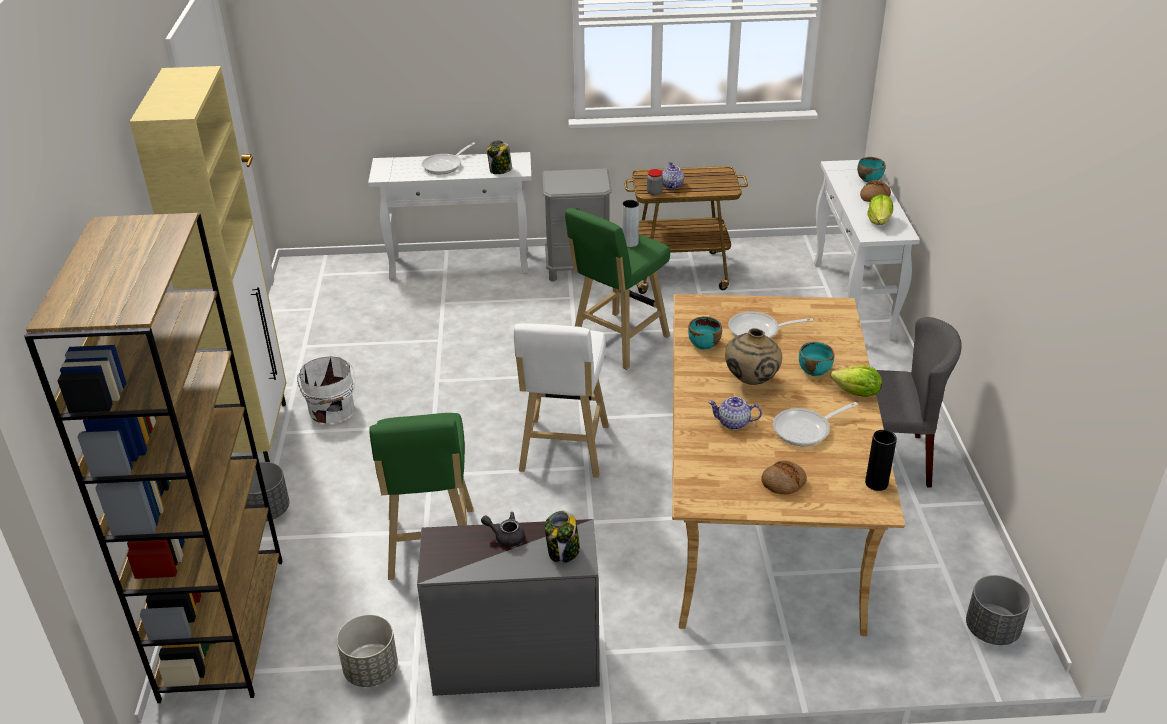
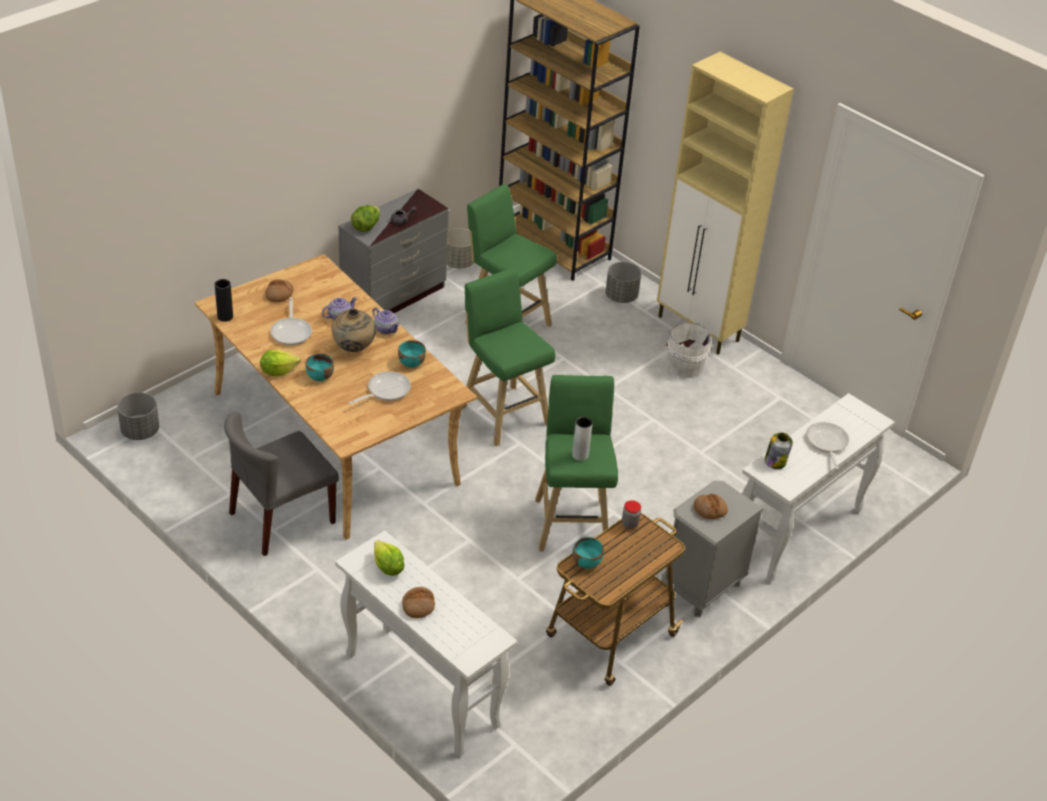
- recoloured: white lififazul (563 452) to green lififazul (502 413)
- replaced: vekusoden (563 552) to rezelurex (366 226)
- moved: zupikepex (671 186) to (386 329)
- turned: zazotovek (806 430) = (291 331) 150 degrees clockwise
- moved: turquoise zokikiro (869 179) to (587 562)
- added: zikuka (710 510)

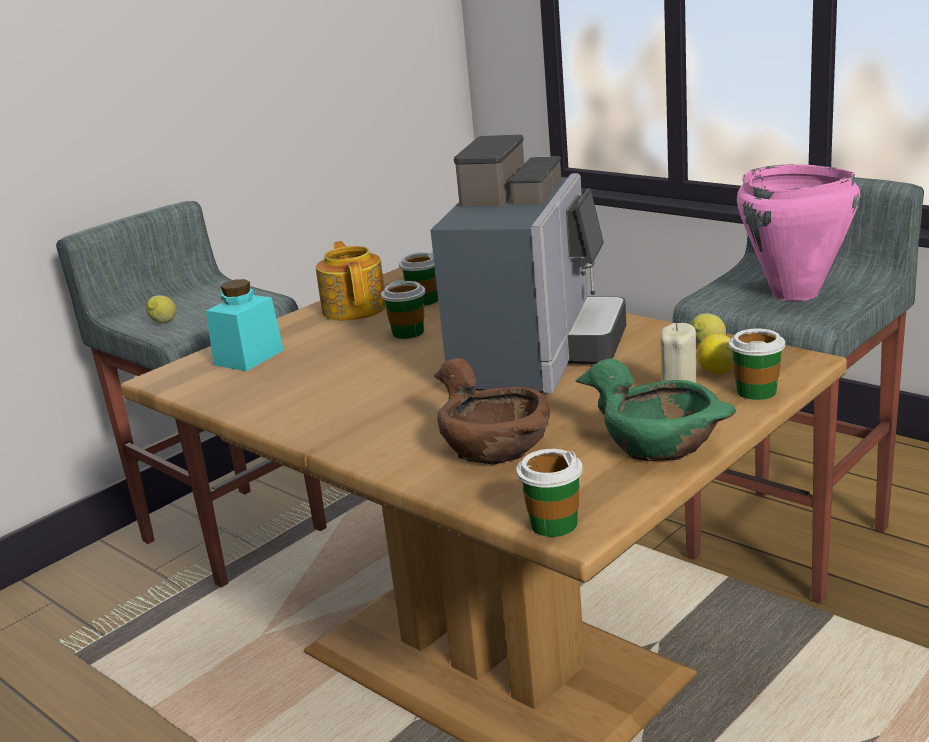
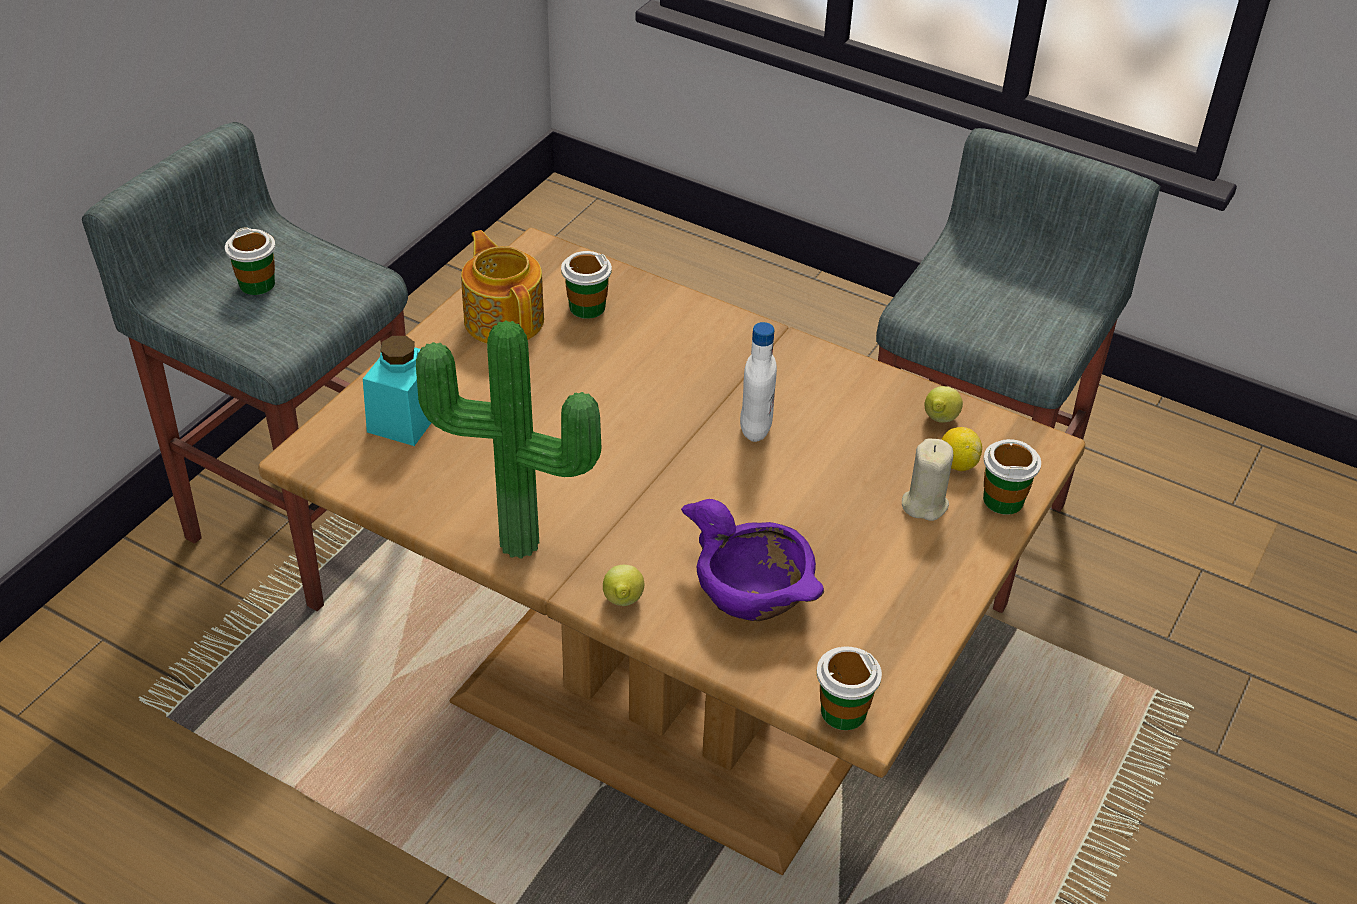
- moved: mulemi (163 323) to (623 602)
- moved: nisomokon (408 332) to (257 284)
- replaced: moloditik (536 356) to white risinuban (755 429)
- recoloured: brown zokikiro (496 447) to purple zokikiro (753 591)
- removed: green zokikiro (661 444)
- removed: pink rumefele (795 293)
- added: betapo (518 549)

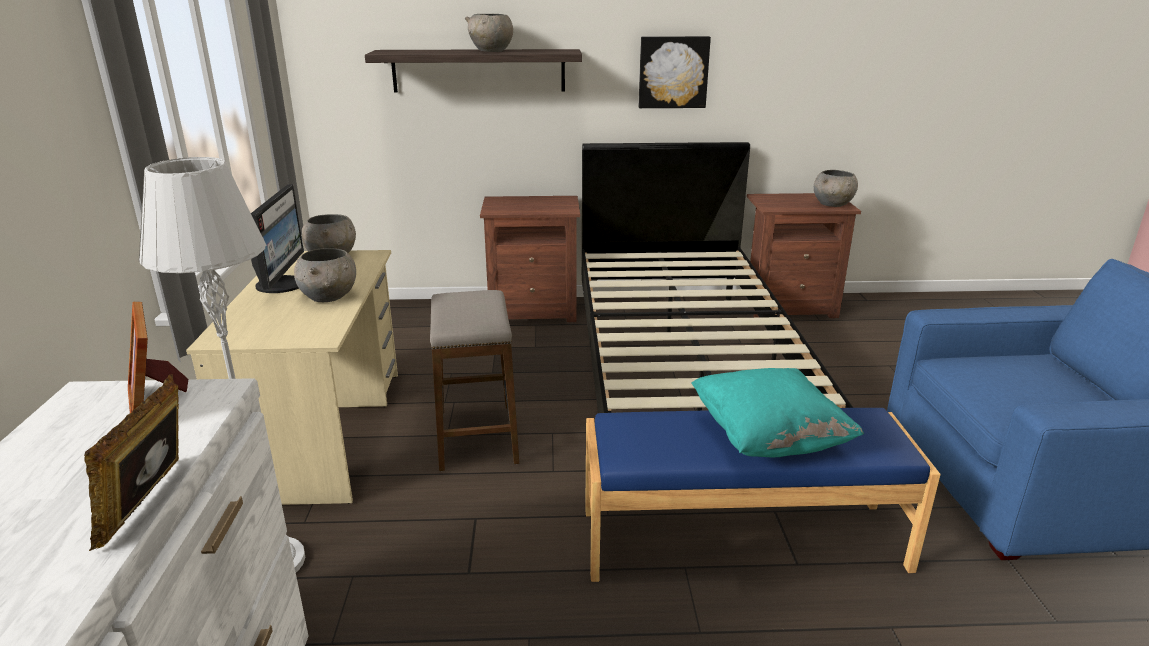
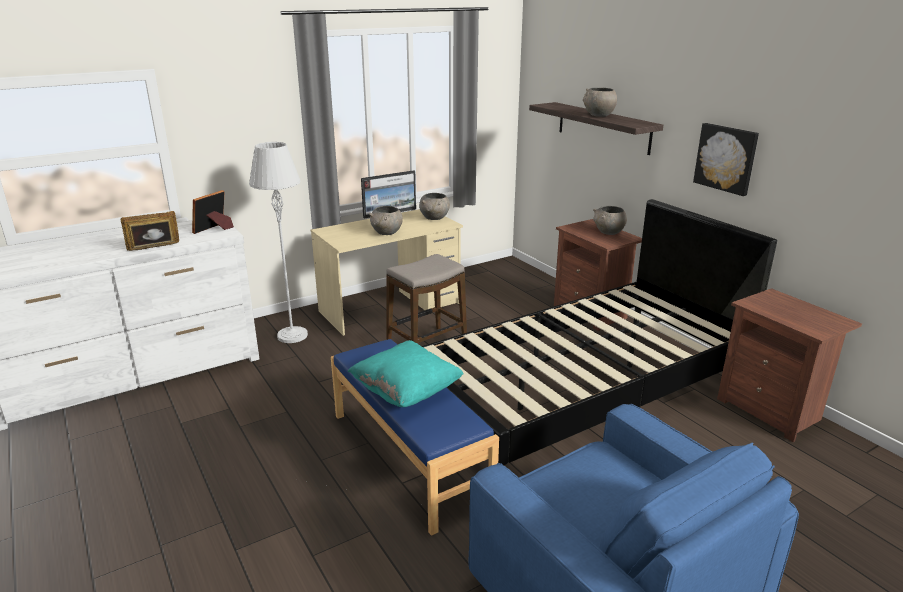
- moved: grey zokikiro (833 205) to (608 232)

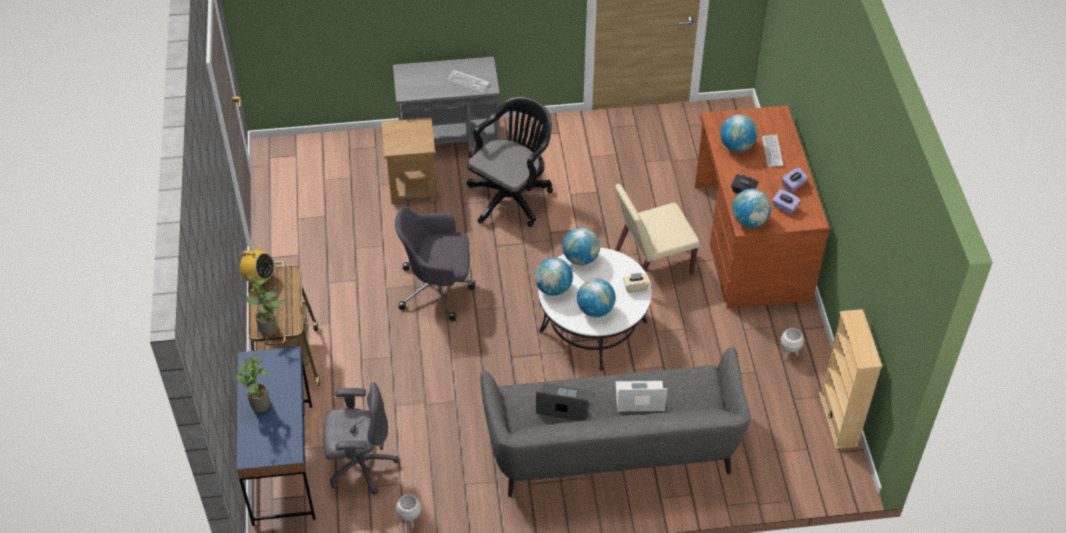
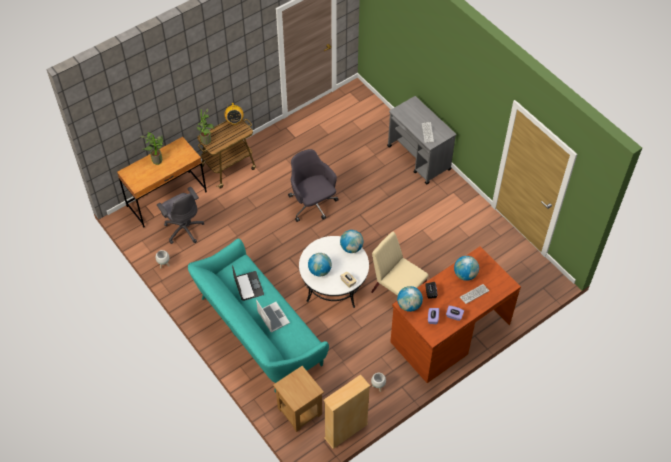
- recoloured: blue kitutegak (283 464) to brown kitutegak (167 199)
- moved: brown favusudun (411 186) to (299 411)
- removed: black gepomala (512 196)
- recoloured: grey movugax (613 449) to turquoise movugax (258 330)
- removed: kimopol (553 289)

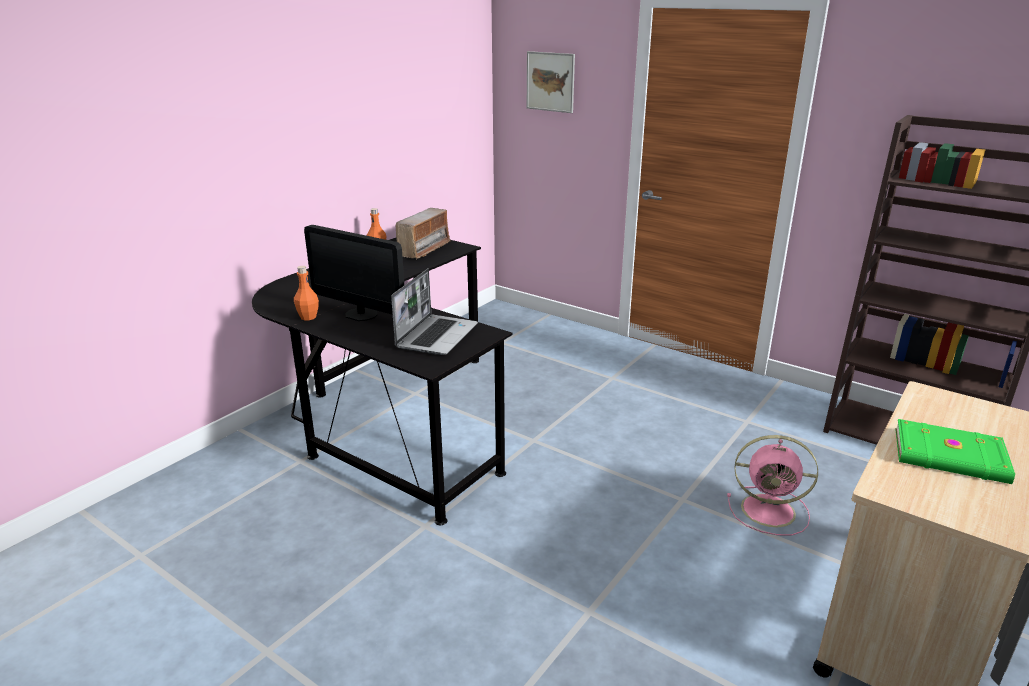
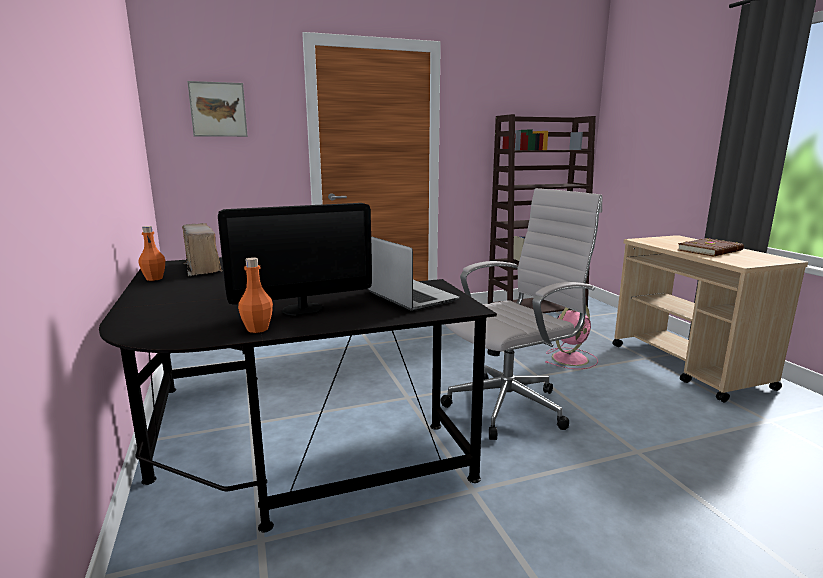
- recoloured: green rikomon (950 457) to brown rikomon (711 250)
- added: white gepomala (511 406)

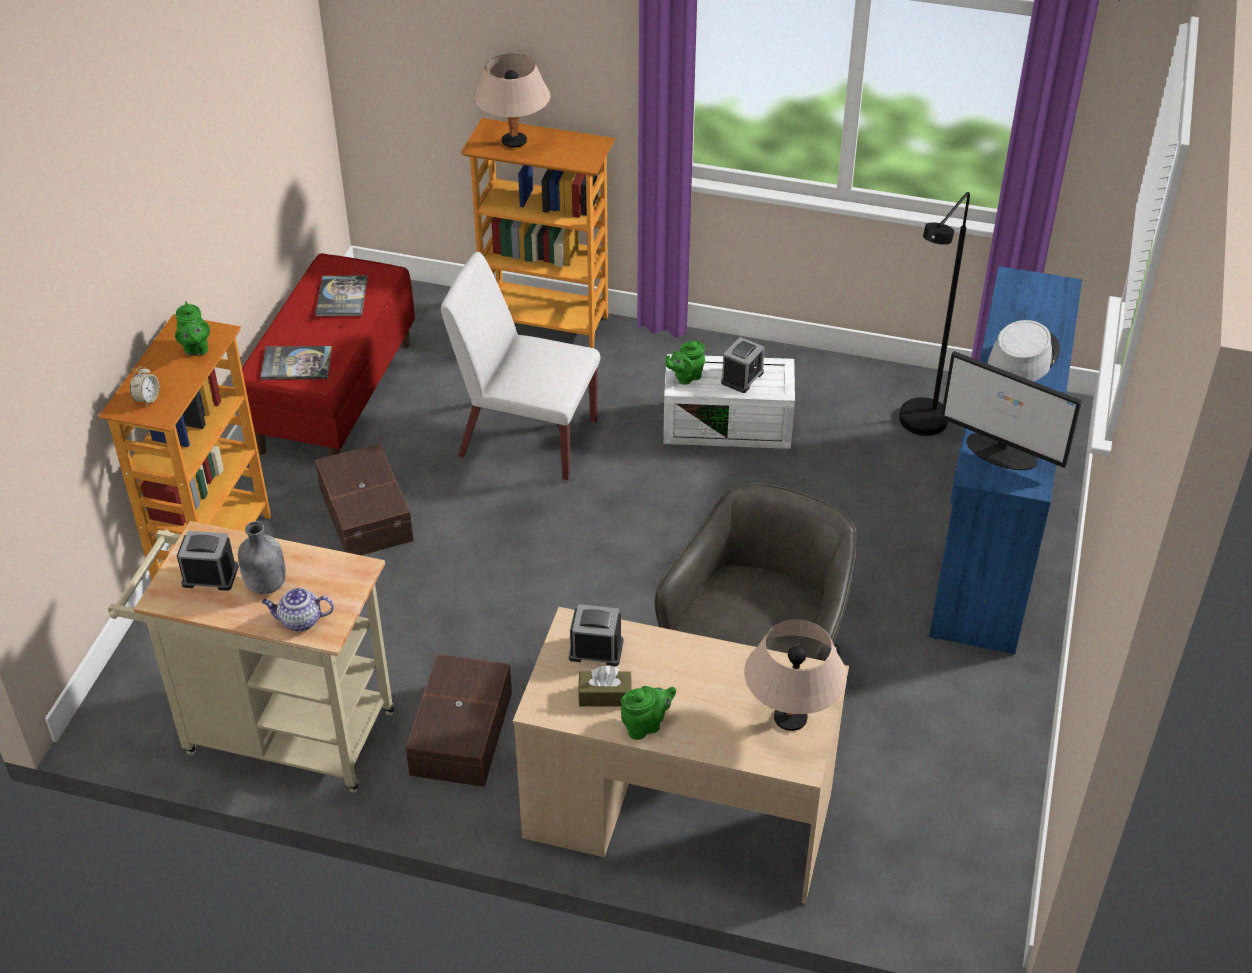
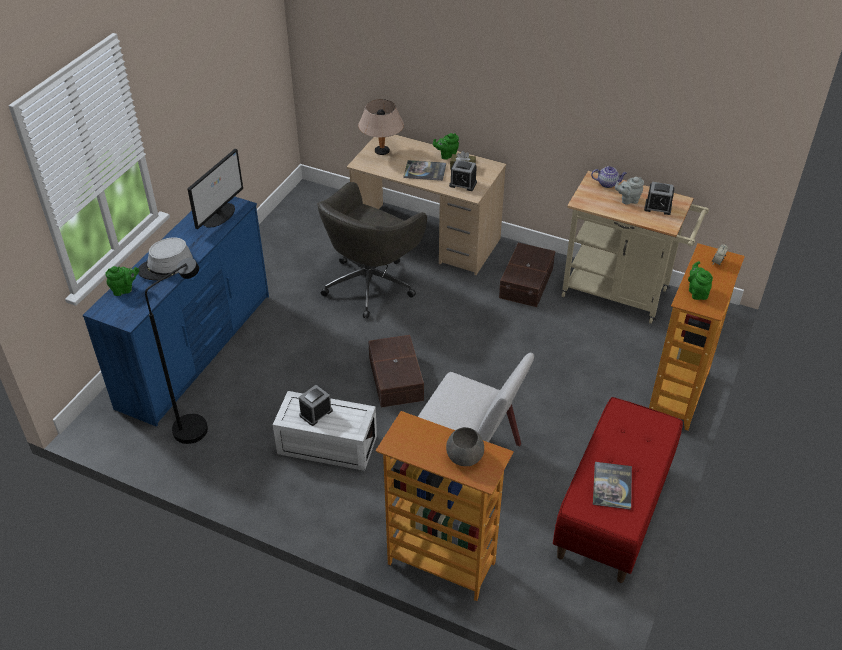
- replaced: grey risinuban (265 585) to grey zupikepex (628 200)
- moved: rikomon (296 364) to (425 171)
- moved: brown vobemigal (367 513) to (395 380)
- replaced: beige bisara (514 142) to grey zokikiro (464 457)
- moved: green zupikepex (686 377) to (124 289)
- turned: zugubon (1002 452) = (219 215) 75 degrees clockwise

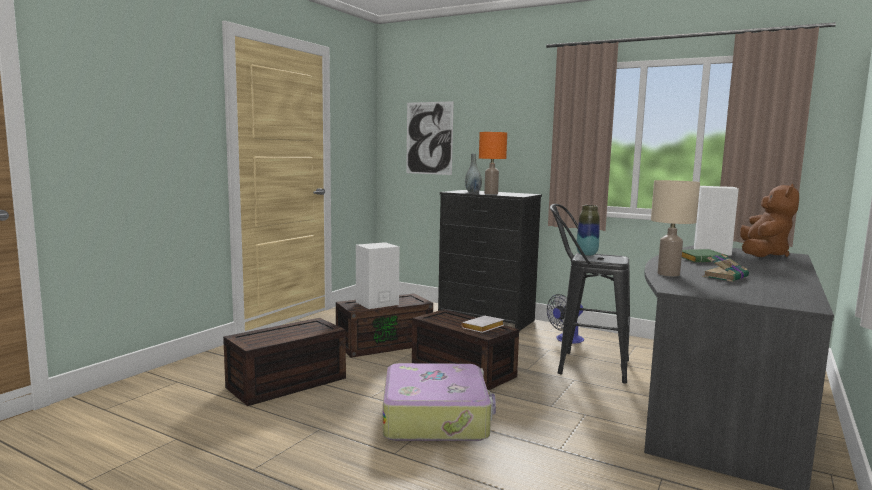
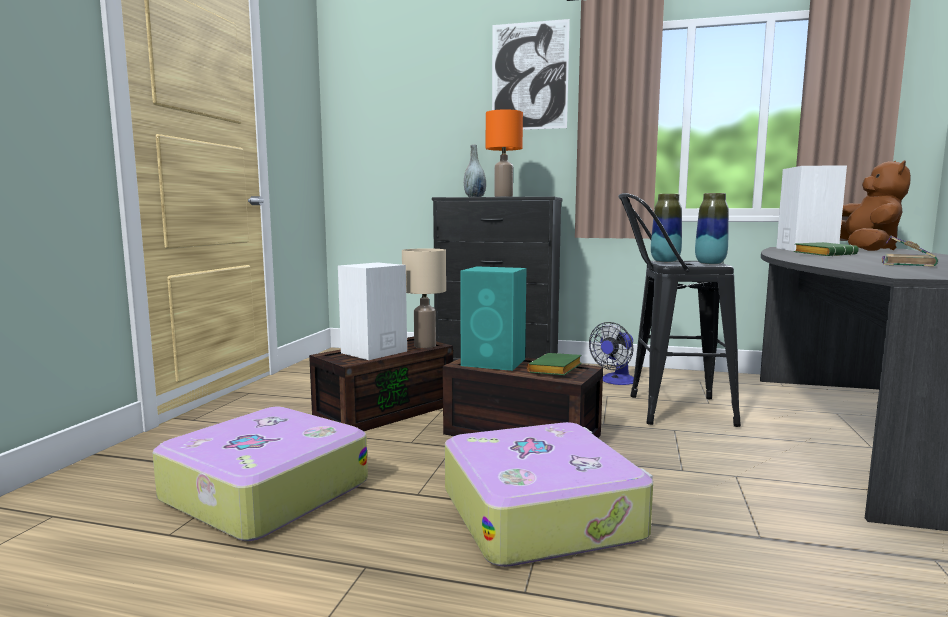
- replaced: brown vobemigal (286 384) to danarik (263 491)
- moved: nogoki (429 138) to (529 76)
- recoloured: white rikomon (483 328) to green rikomon (556 370)
- moved: beige bisara (667 274) to (424 345)
- added: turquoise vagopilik (495 362)
- added: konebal (710 263)

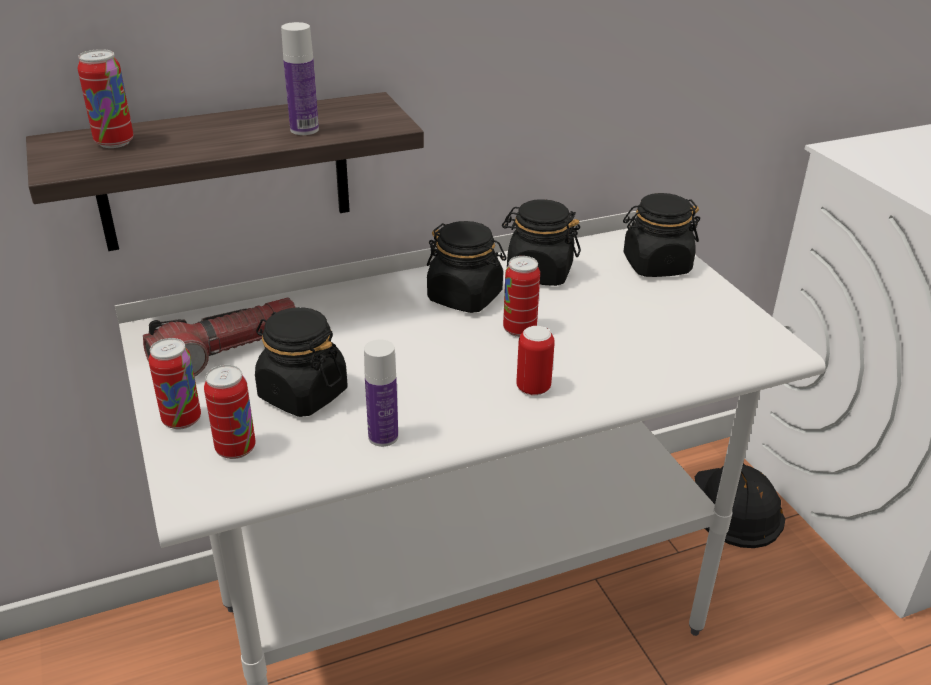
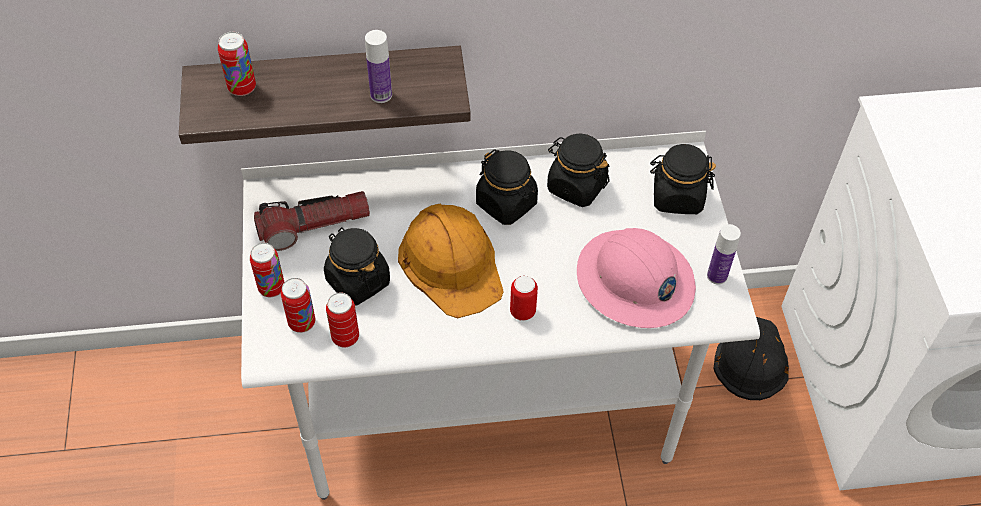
- moved: risinuban (383 437) to (717 276)
- moved: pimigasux (519 330) to (345 337)
- added: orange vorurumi (452 263)
- added: pink vorurumi (634 281)

